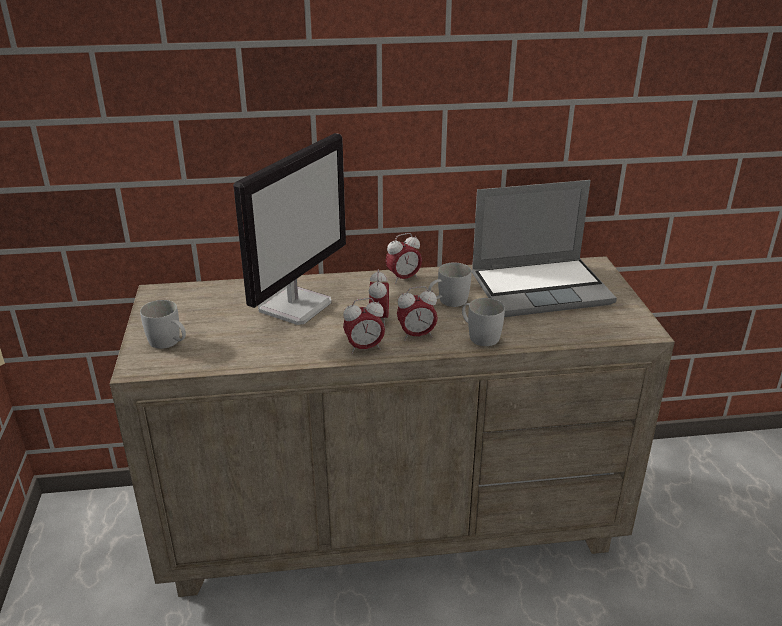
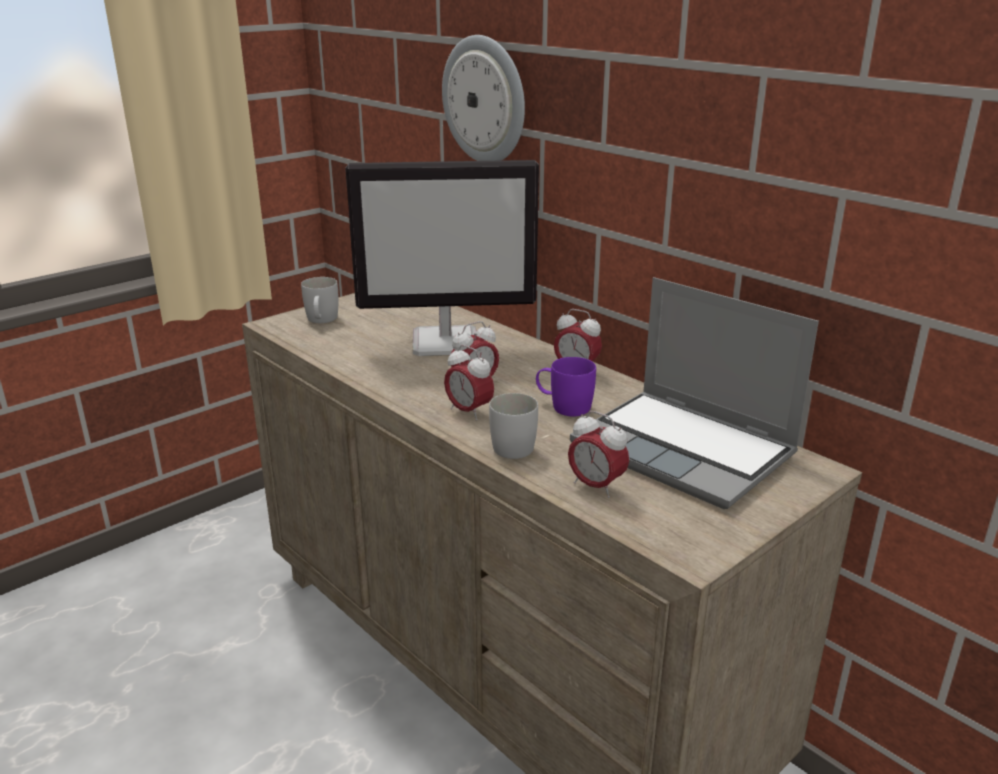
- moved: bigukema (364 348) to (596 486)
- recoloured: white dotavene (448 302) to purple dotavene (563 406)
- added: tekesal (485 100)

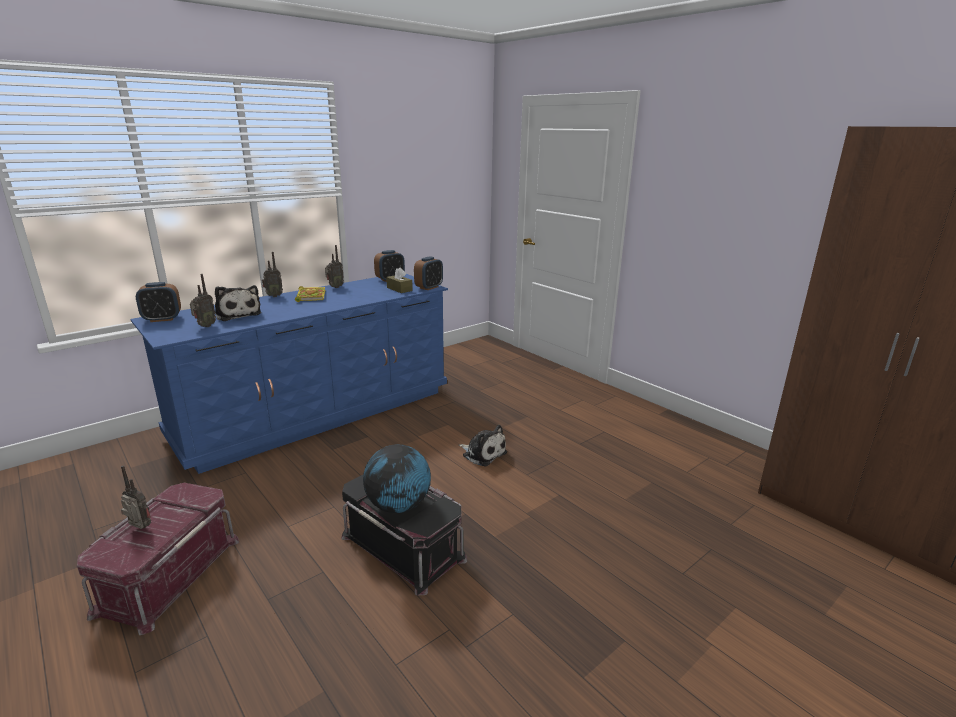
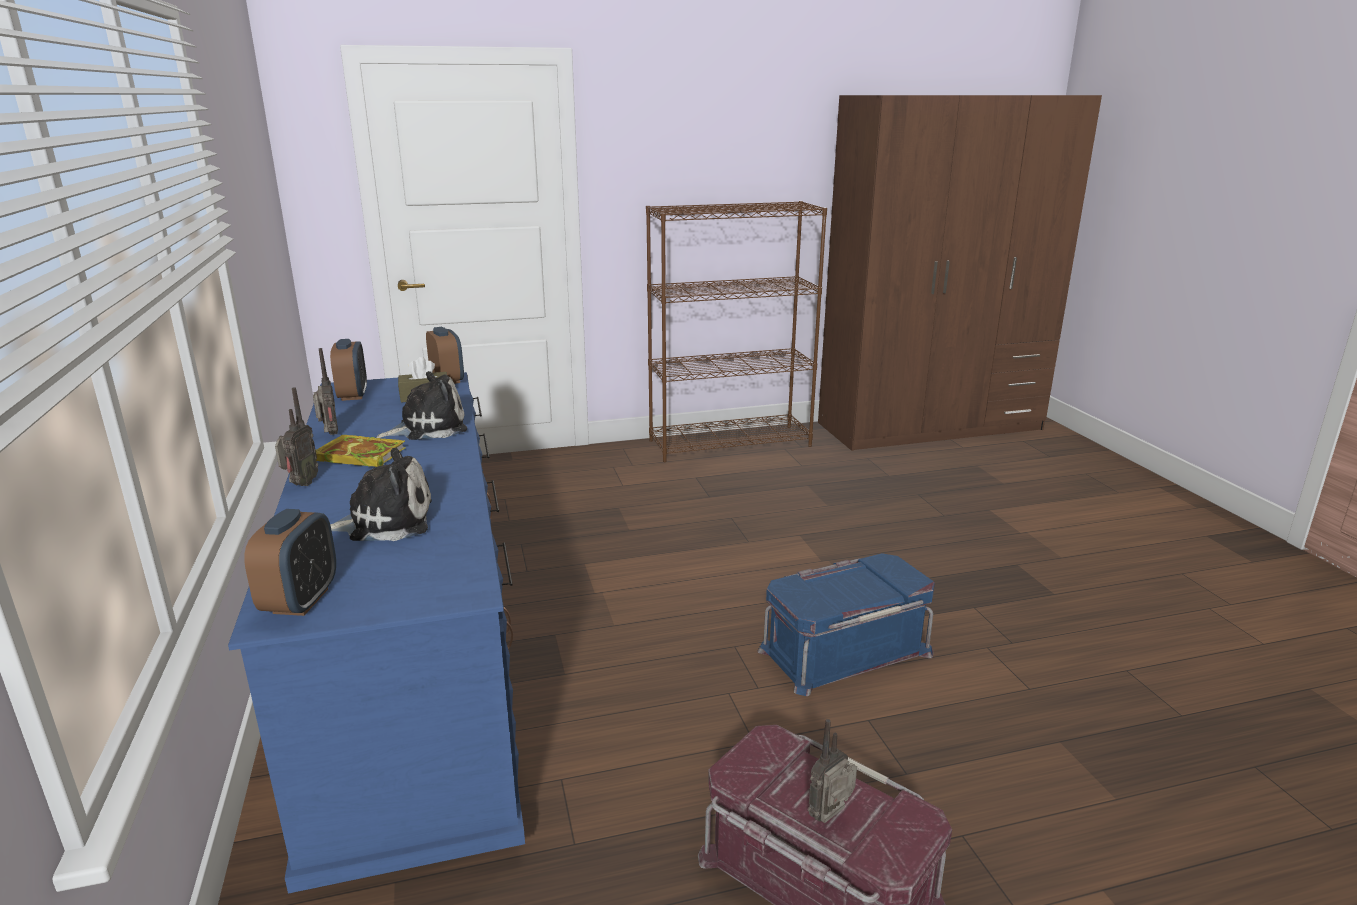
- removed: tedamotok (205 326)
- recoloured: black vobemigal (404 546) to blue vobemigal (844 650)
- removed: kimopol (398 506)
- moved: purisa (483 453) to (428 427)
- added: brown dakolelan (730 443)

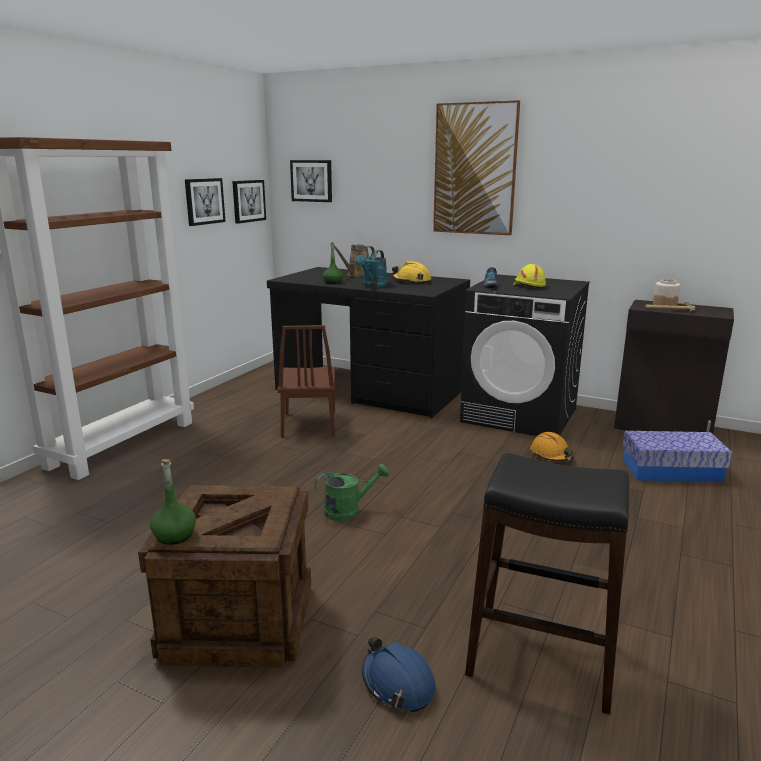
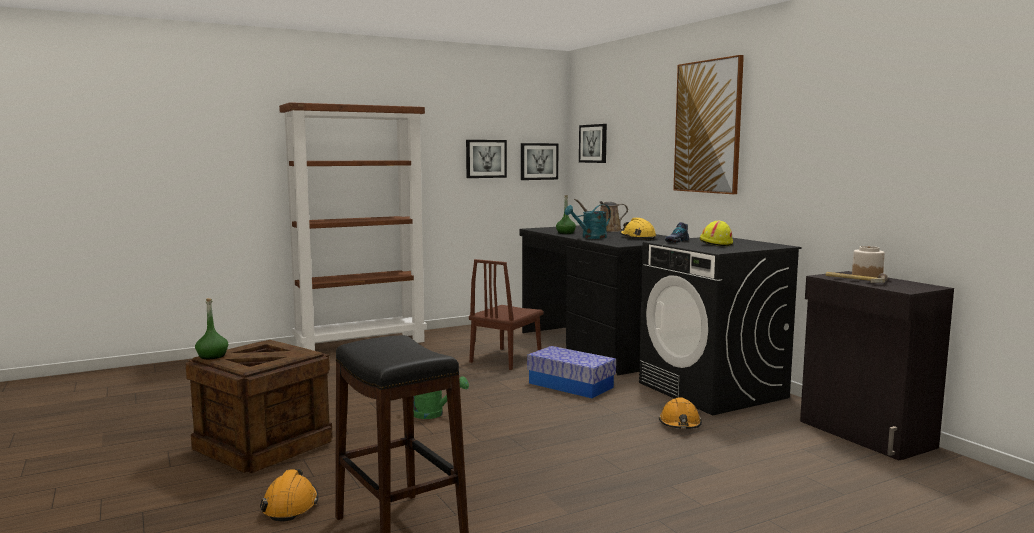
- recoloured: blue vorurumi (398 684) to orange vorurumi (290 505)
- moved: vobemigal (671 470) to (571 385)

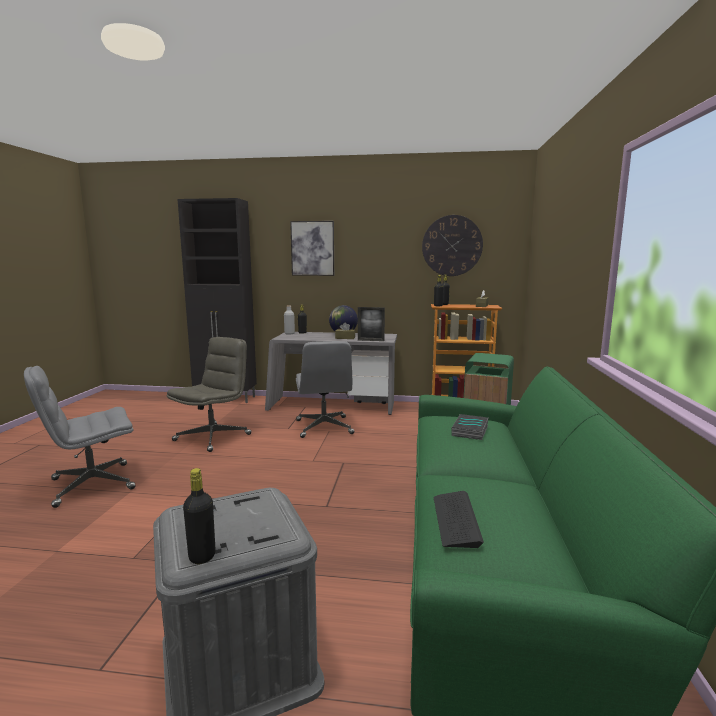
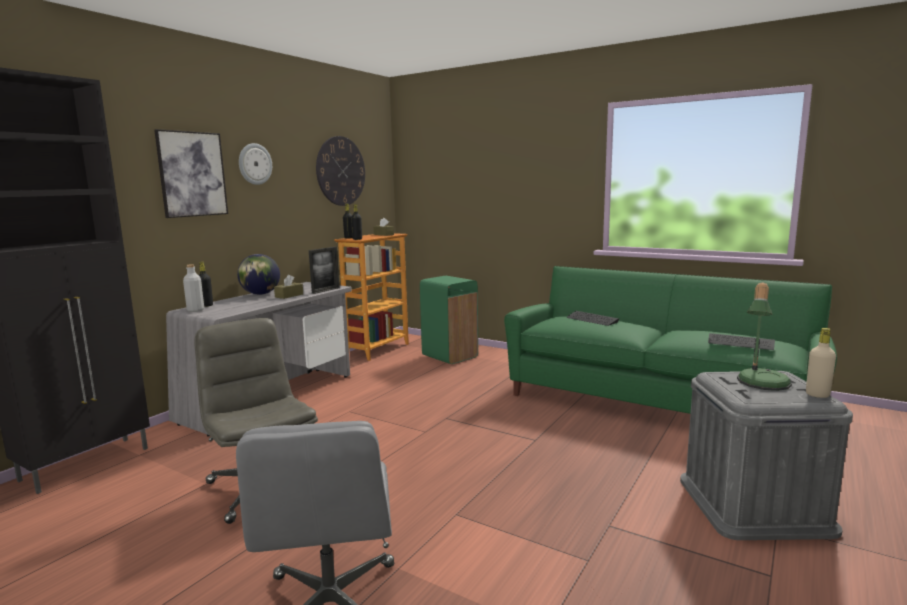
- recoloured: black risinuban (202 556) to beige risinuban (817 395)
- removed: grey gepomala (324 427)
- replaced: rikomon (471 430) to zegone (592 319)
- added: tekesal (254 164)
- added: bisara (761 384)

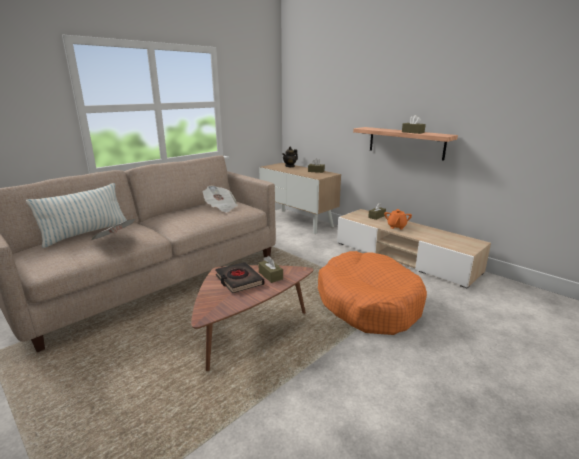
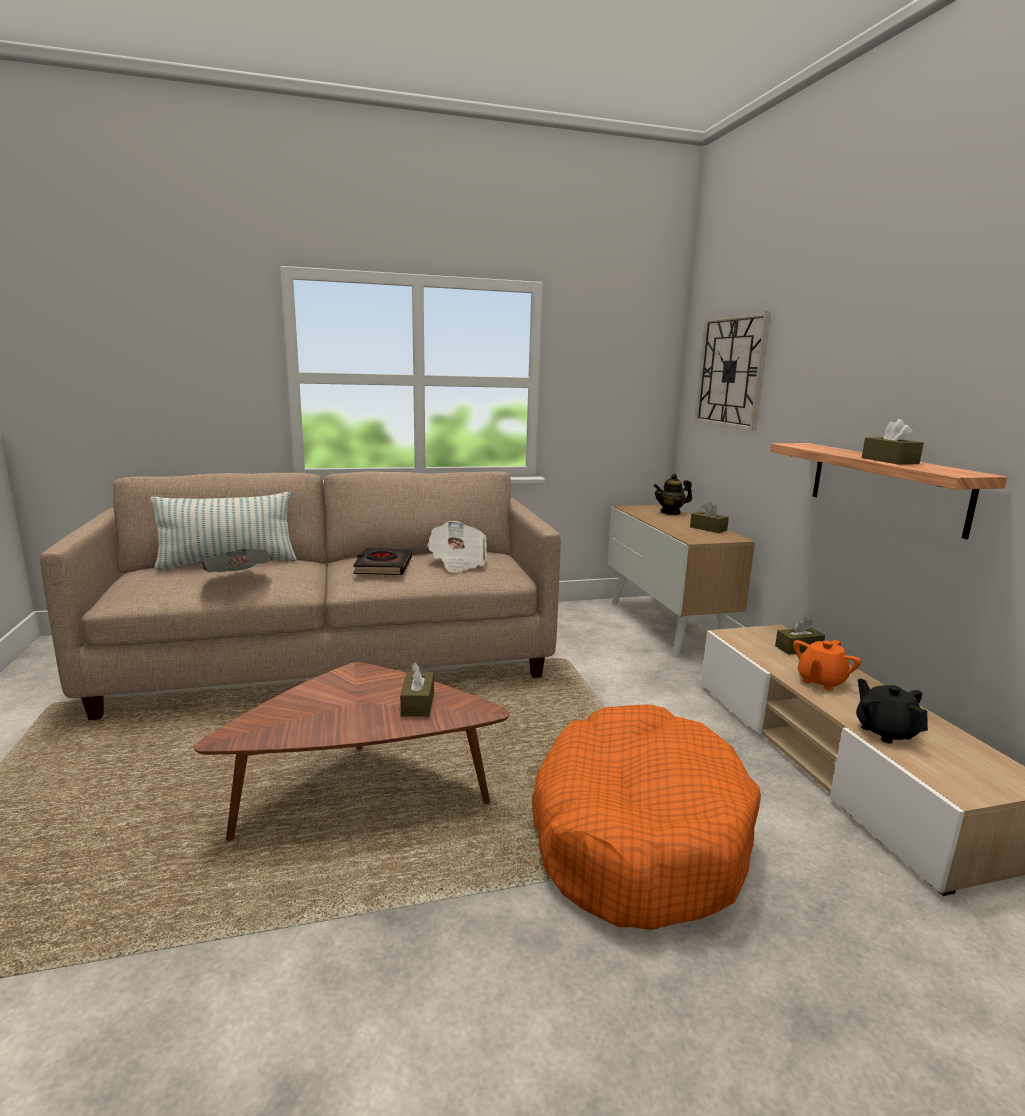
- moved: black rikomon (239 280) to (383 567)
- added: tekesal (731 371)
- added: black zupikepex (885 732)

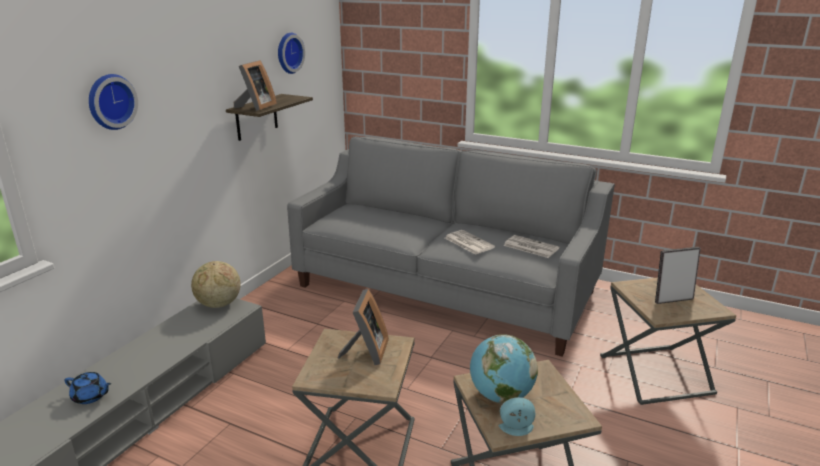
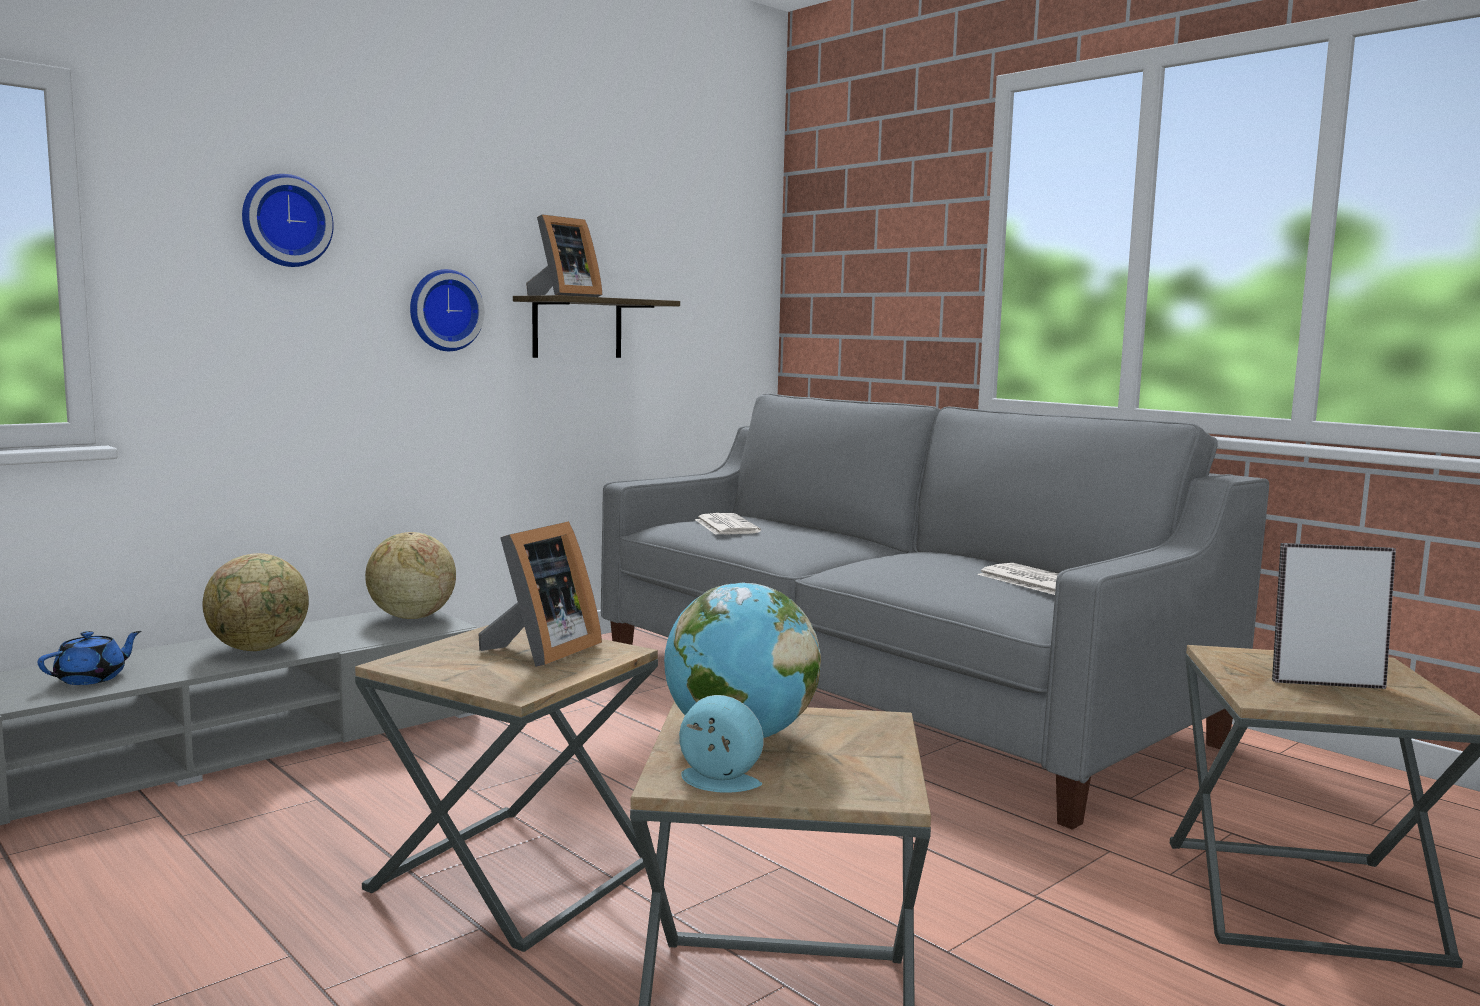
- turned: blue zupikepex (91 396) = (92 678) 90 degrees counterclockwise
- moved: tekesal (288 53) to (444 310)
- moved: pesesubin (468 242) to (725 526)
- added: kimopol (259 649)

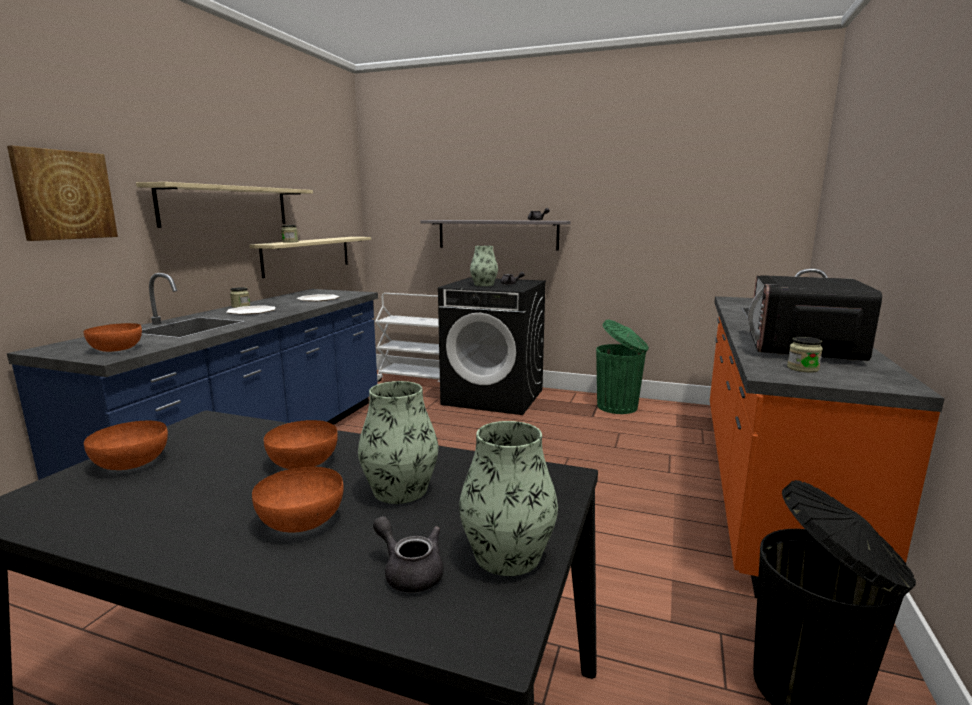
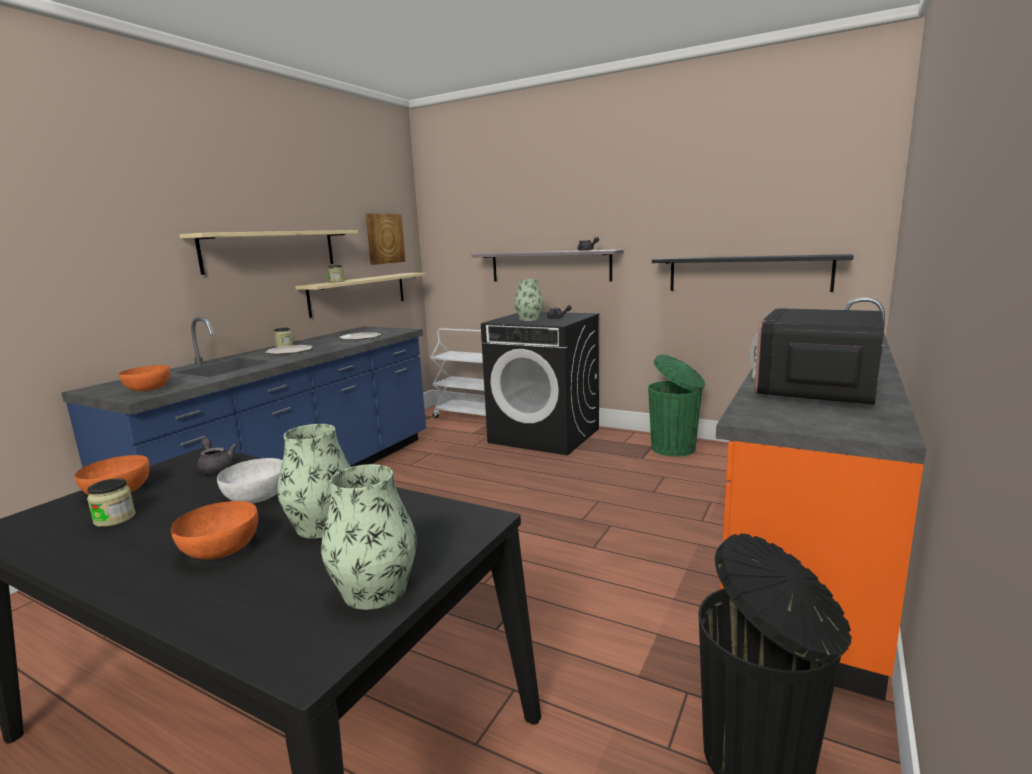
- moved: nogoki (64 195) to (384 238)
- recoloured: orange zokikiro (304 462) to white zokikiro (257 497)
- moved: grey zupikepex (409 572) to (215 467)
- moved: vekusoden (802 368) to (115 519)
- added: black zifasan (748 273)

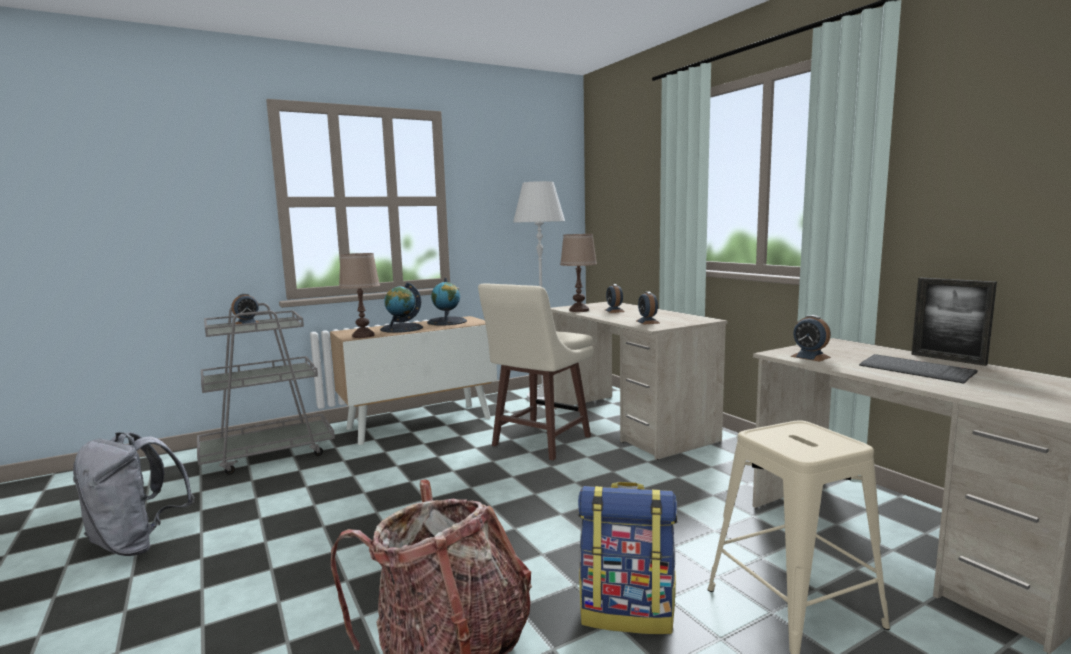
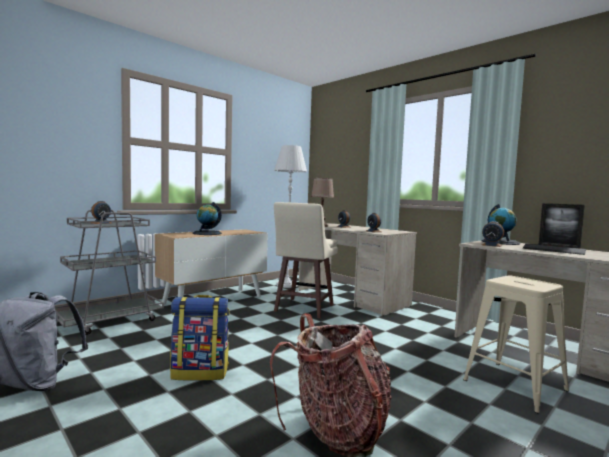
- removed: brown bisara (363 336)
- moved: kimopol (447 322) to (500 242)
- moved: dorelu (627 612) to (201 372)

